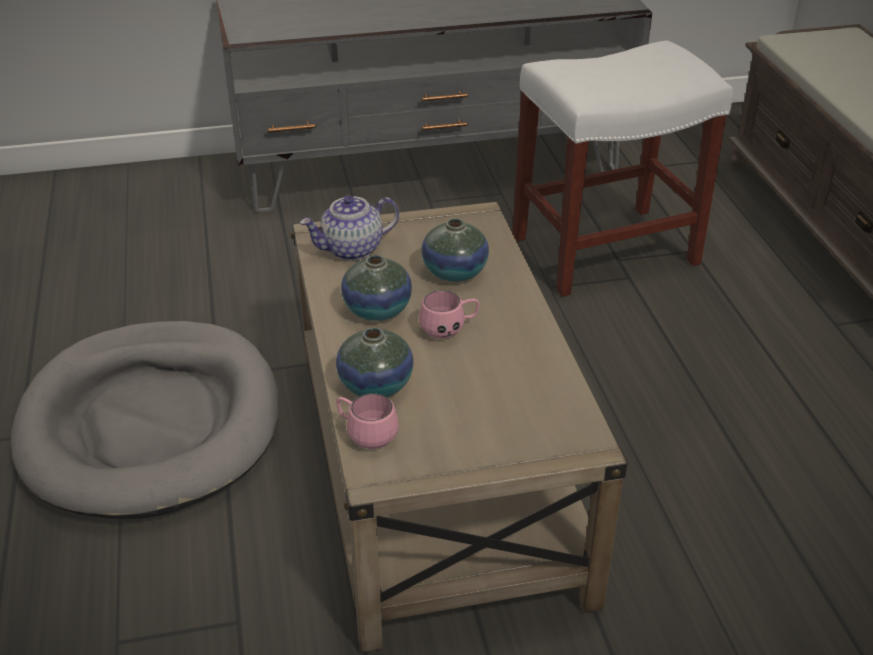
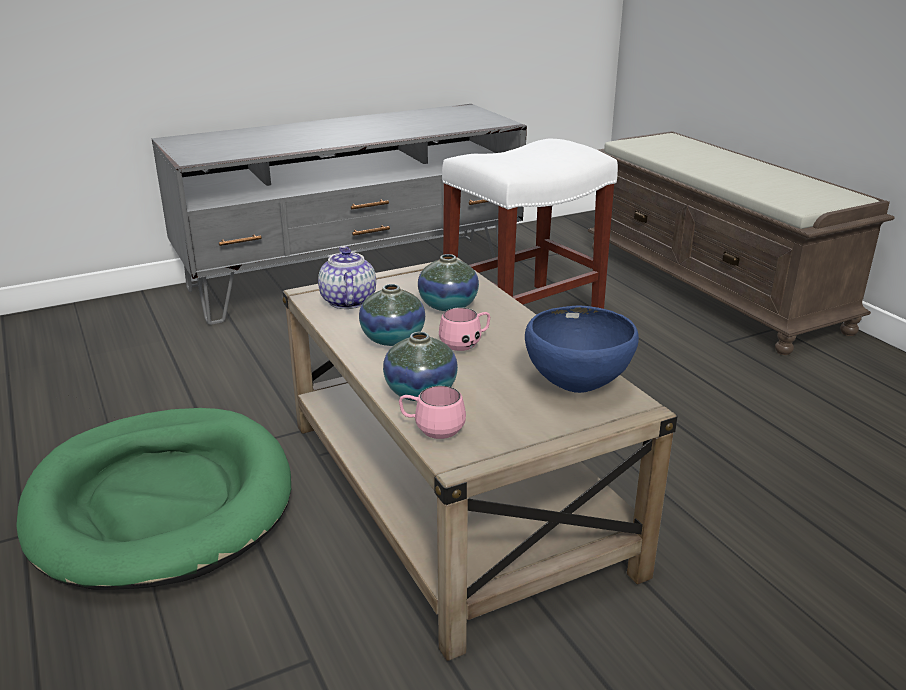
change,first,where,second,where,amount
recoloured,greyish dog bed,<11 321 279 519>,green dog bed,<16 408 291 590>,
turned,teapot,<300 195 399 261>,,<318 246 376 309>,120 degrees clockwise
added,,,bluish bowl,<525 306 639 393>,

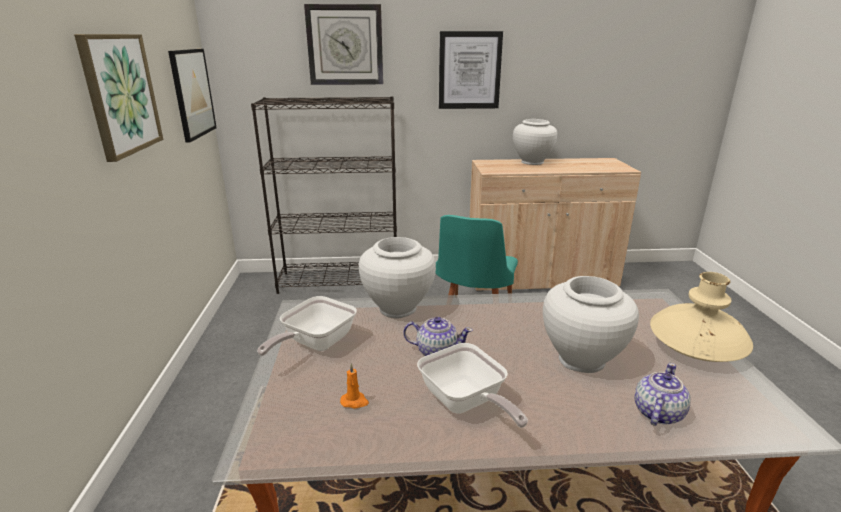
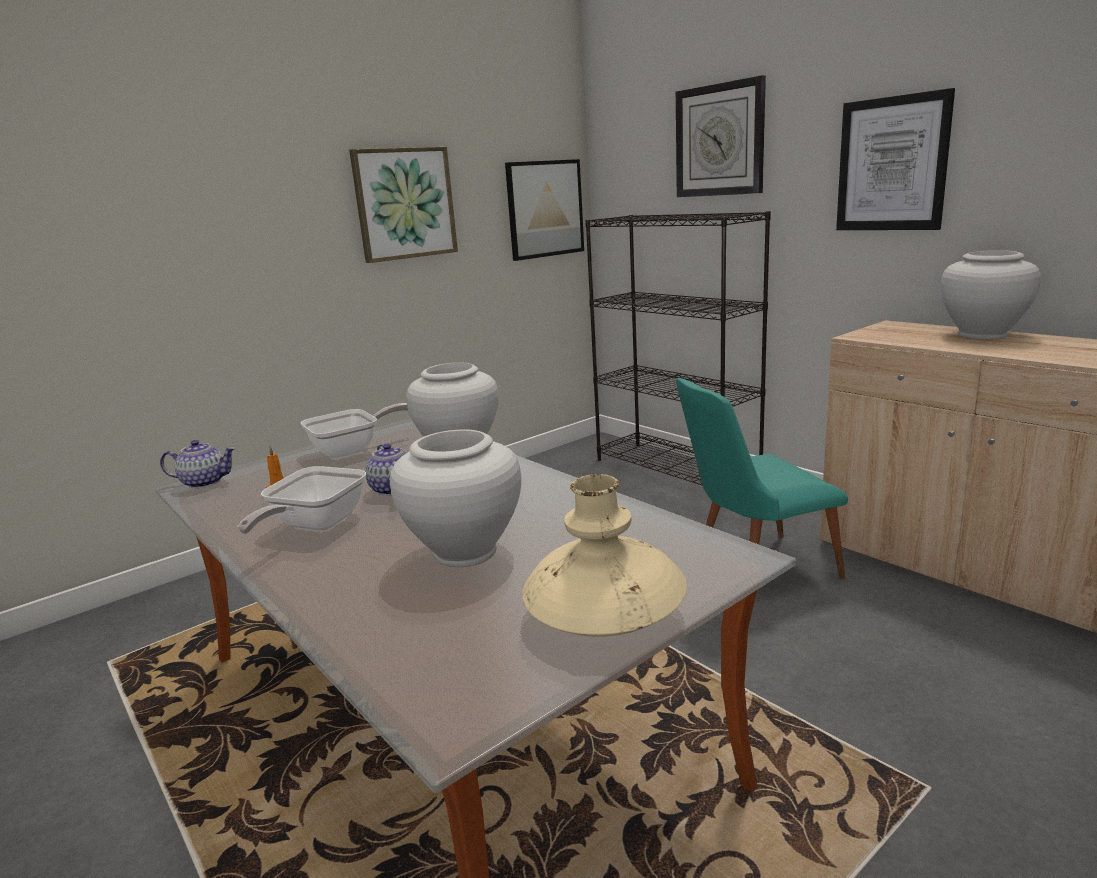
change,first,where,second,where,amount
turned,skillet,<257 296 357 356>,,<301 403 408 458>,150 degrees clockwise
moved,teapot,<634 363 690 426>,,<160 440 236 488>,

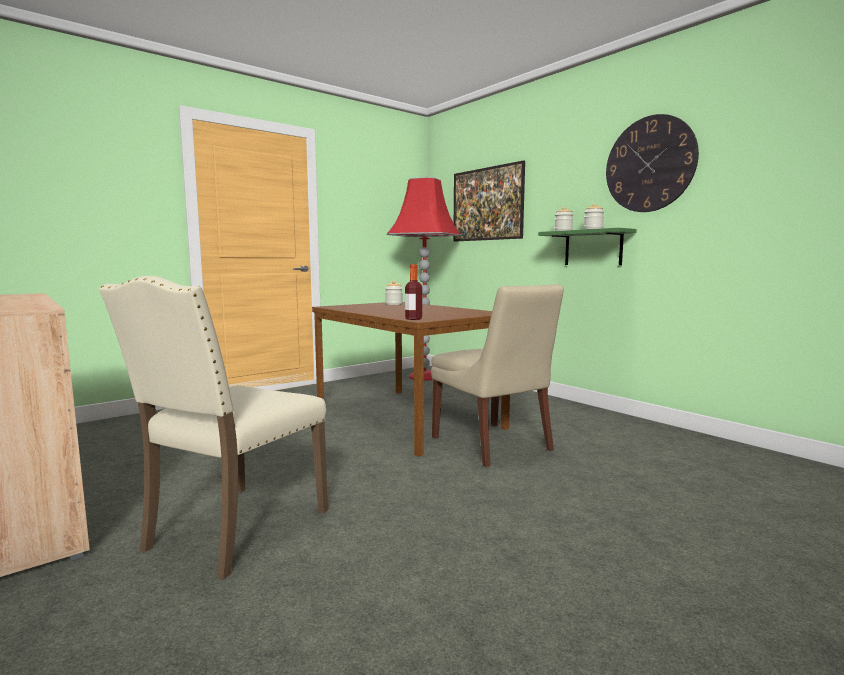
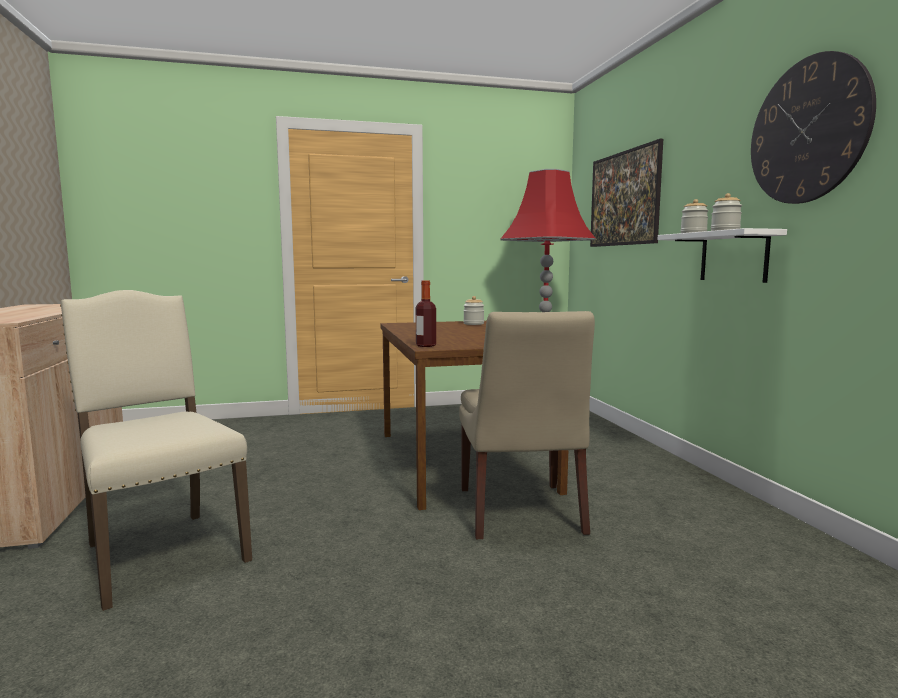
change,first,where,second,where,amount
turned,beige-coloured plain chair,<99 276 328 580>,,<60 290 252 611>,90 degrees clockwise
recoloured,green wall shelf,<538 228 637 265>,whitish wall shelf,<658 228 787 283>,

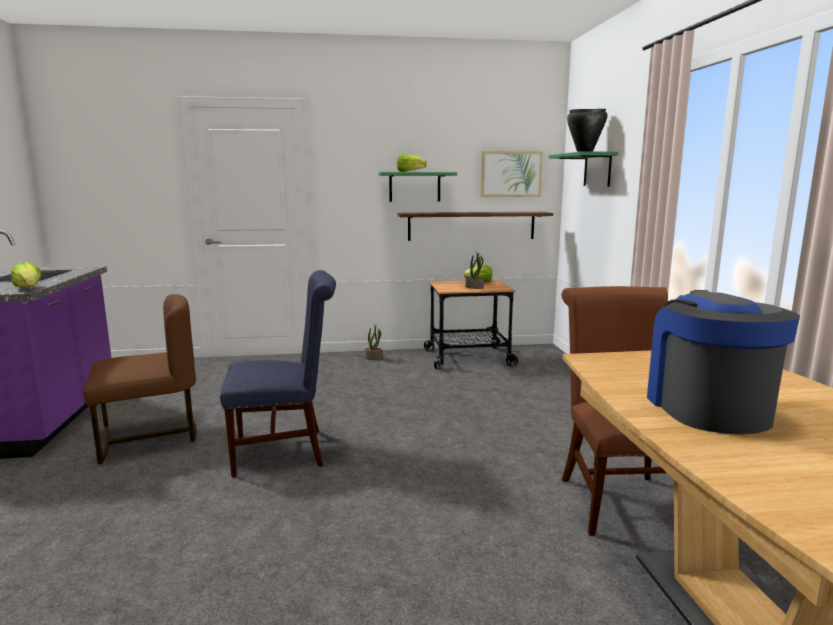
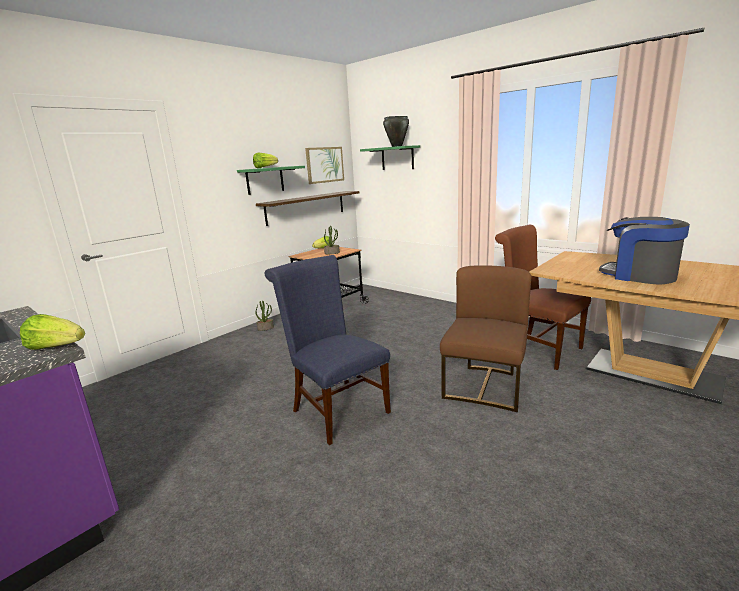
change,first,where,second,where,amount
moved,brown-coloured plain chair,<84 294 197 464>,,<440 265 532 412>,
turned,bluish plain chair,<220 270 336 477>,,<265 255 391 445>,75 degrees counterclockwise

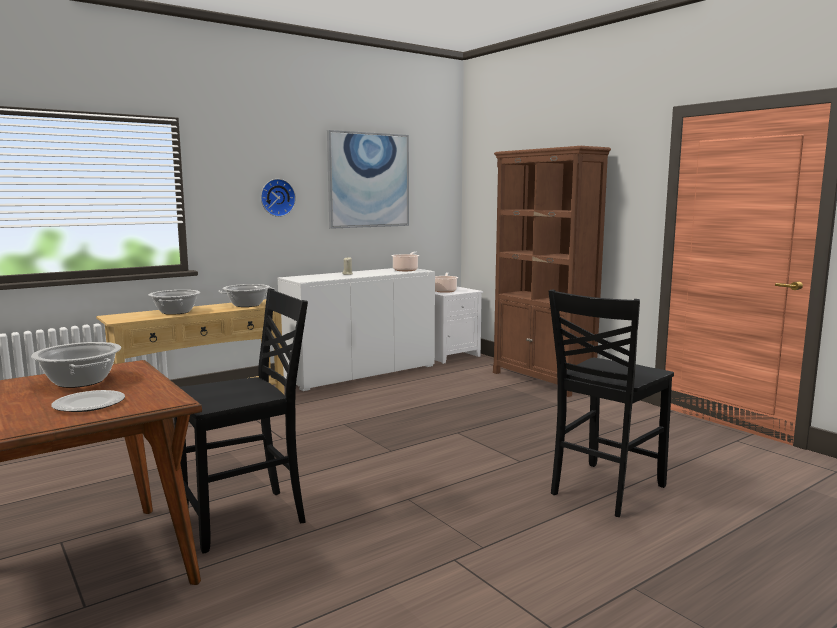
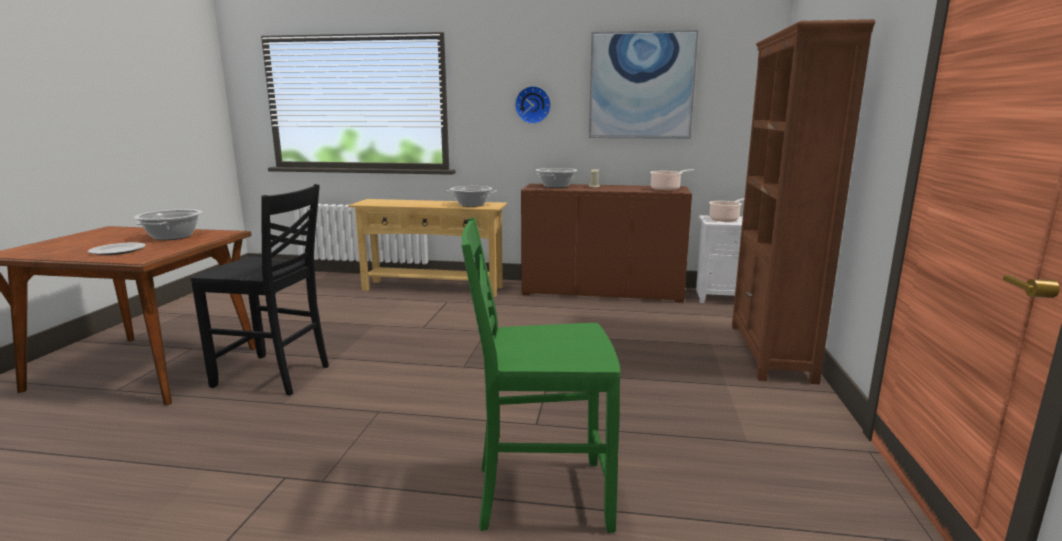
change,first,where,second,where,amount
moved,saucepot,<149 290 200 315>,,<536 168 577 188>,
recoloured,whitish cupboard,<278 268 435 391>,brown-coloured cupboard,<521 184 692 303>,
recoloured,black-coloured plain chair,<549 290 674 517>,green plain chair,<461 218 621 533>,

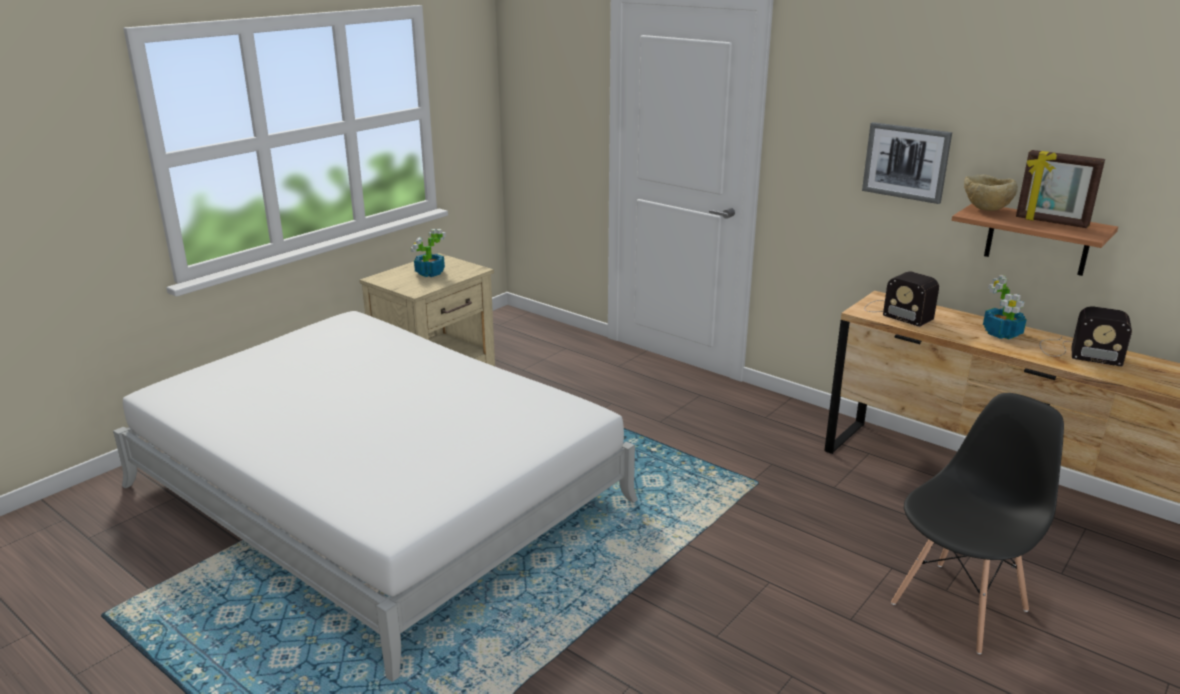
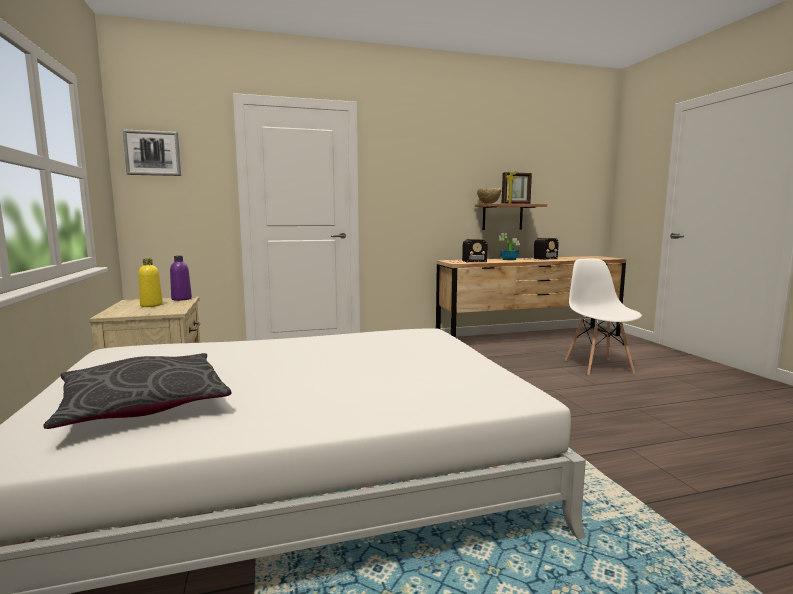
change,first,where,second,where,amount
replaced,potted plant,<411 229 446 277>,yellow bottle,<138 259 163 307>,
moved,wall art,<862 122 952 204>,,<122 129 181 176>,
recoloured,black-coloured plain chair,<891 393 1064 654>,whitish plain chair,<565 259 642 375>,
added,,,greyish pillow,<43 353 231 429>,
added,,,purplish bottle,<170 256 192 301>,

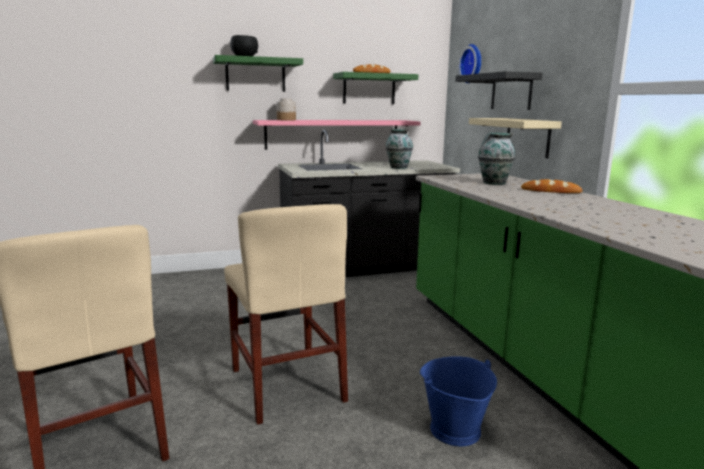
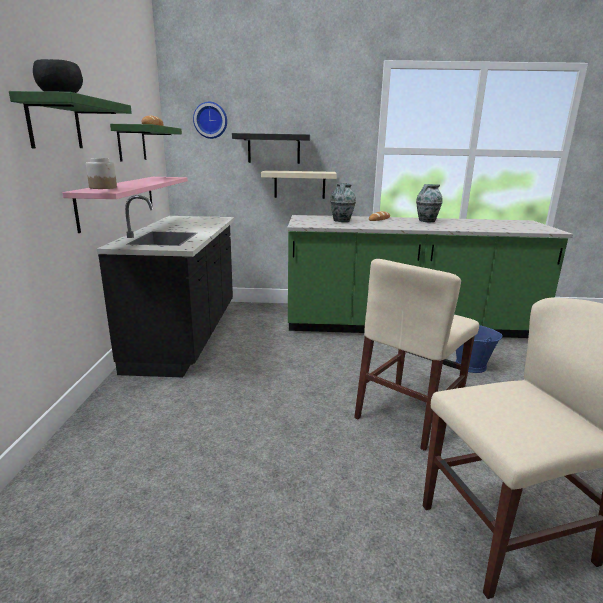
change,first,where,second,where,amount
turned,beige-coloured plain chair,<224 204 348 425>,,<354 259 479 451>,135 degrees clockwise
moved,flower vase,<386 129 413 169>,,<416 184 443 222>,

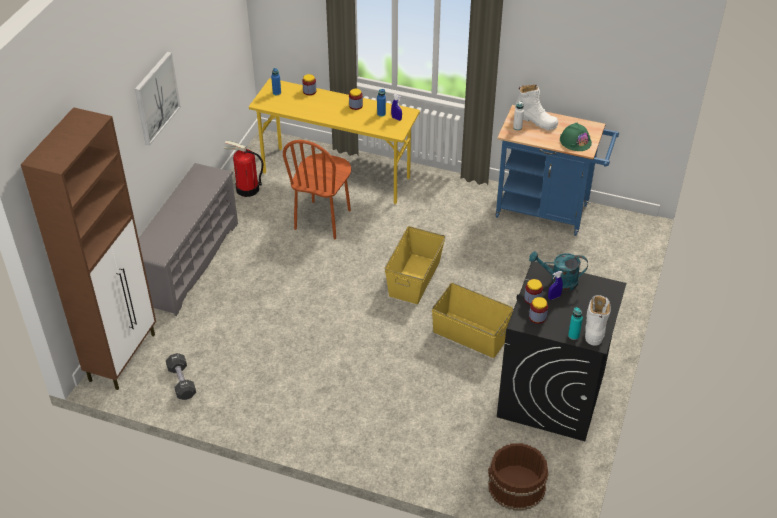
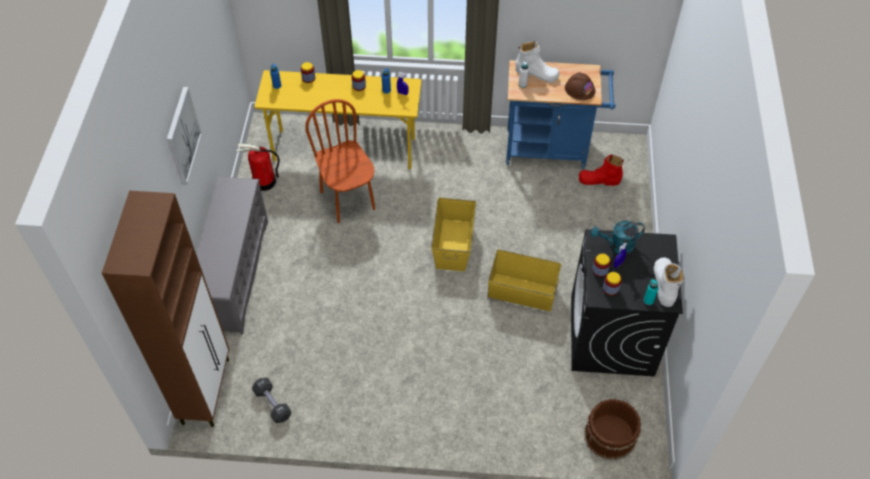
change,first,where,second,where,amount
turned,brown-coloured plain chair,<283 140 351 239>,,<305 99 375 223>,150 degrees clockwise
recoloured,green work helmet,<560 123 592 151>,brown-coloured work helmet,<565 72 595 100>,
added,,,red-coloured boot,<579 154 624 186>,

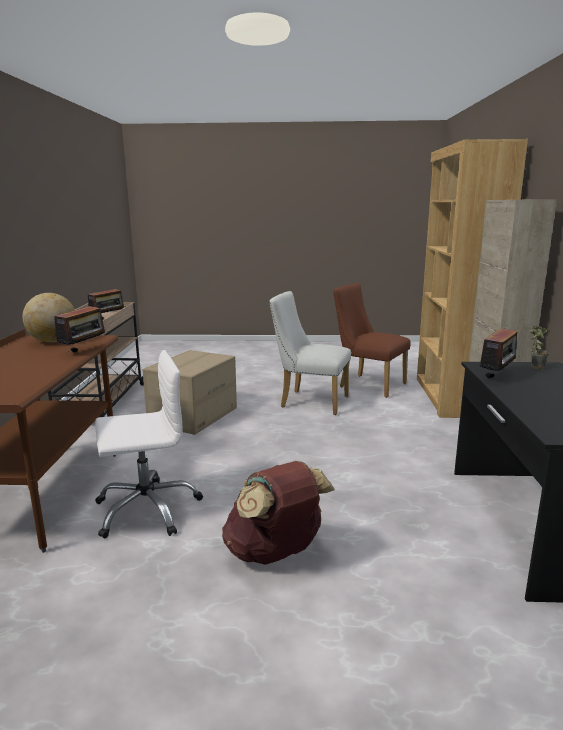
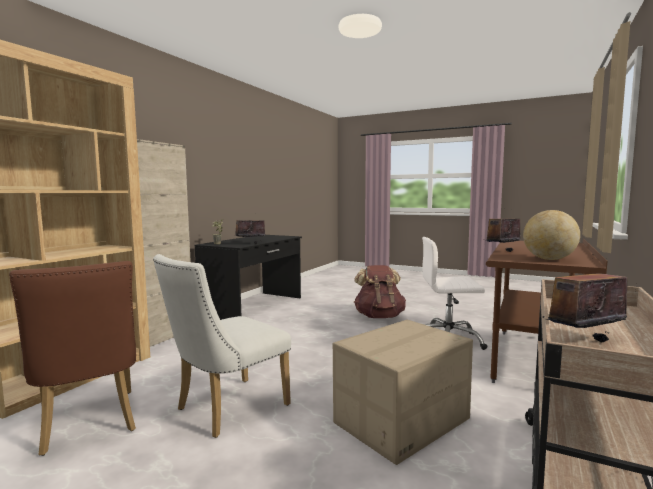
change,first,where,second,where,amount
turned,whitish plain chair,<269 291 351 415>,,<153 254 291 438>,90 degrees clockwise

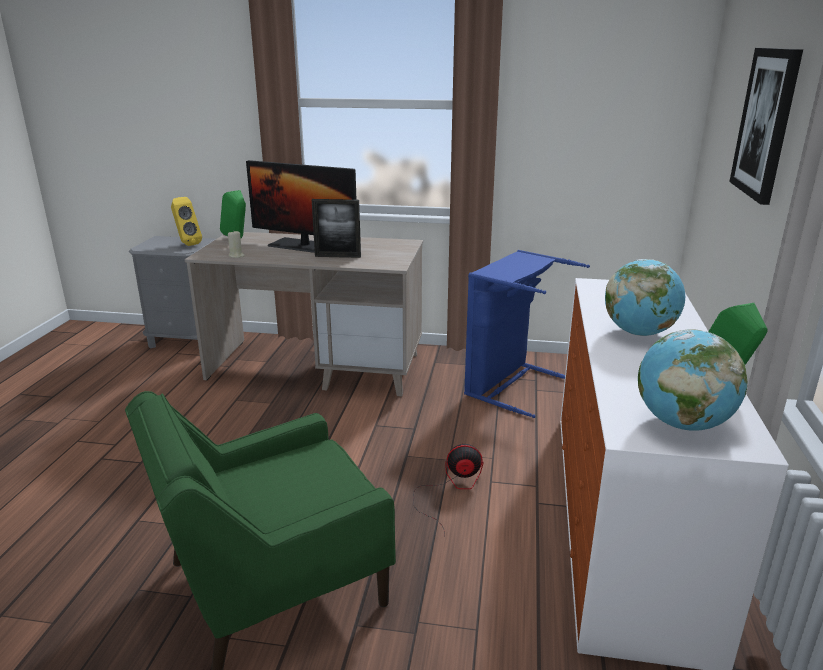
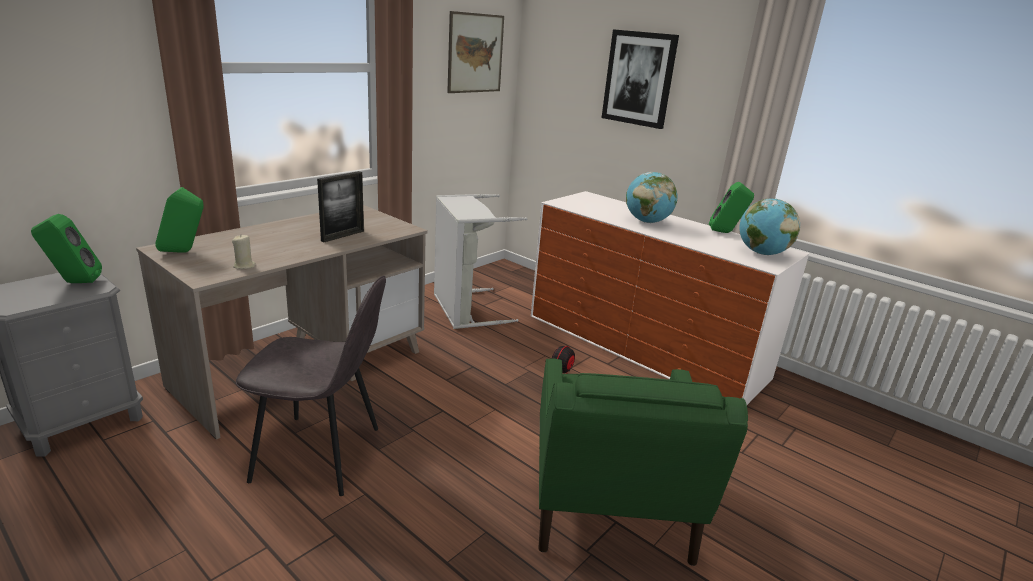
change,first,where,second,where,amount
recoloured,yellow audio speaker,<171 197 202 246>,green audio speaker,<31 214 102 283>,
removed,monitor,<246 160 357 253>,,,
recoloured,bluish washing basket,<464 250 590 418>,greyish washing basket,<434 194 527 329>,
added,,,greyish plain chair,<236 276 386 496>,
added,,,wall art,<447 11 504 93>,

